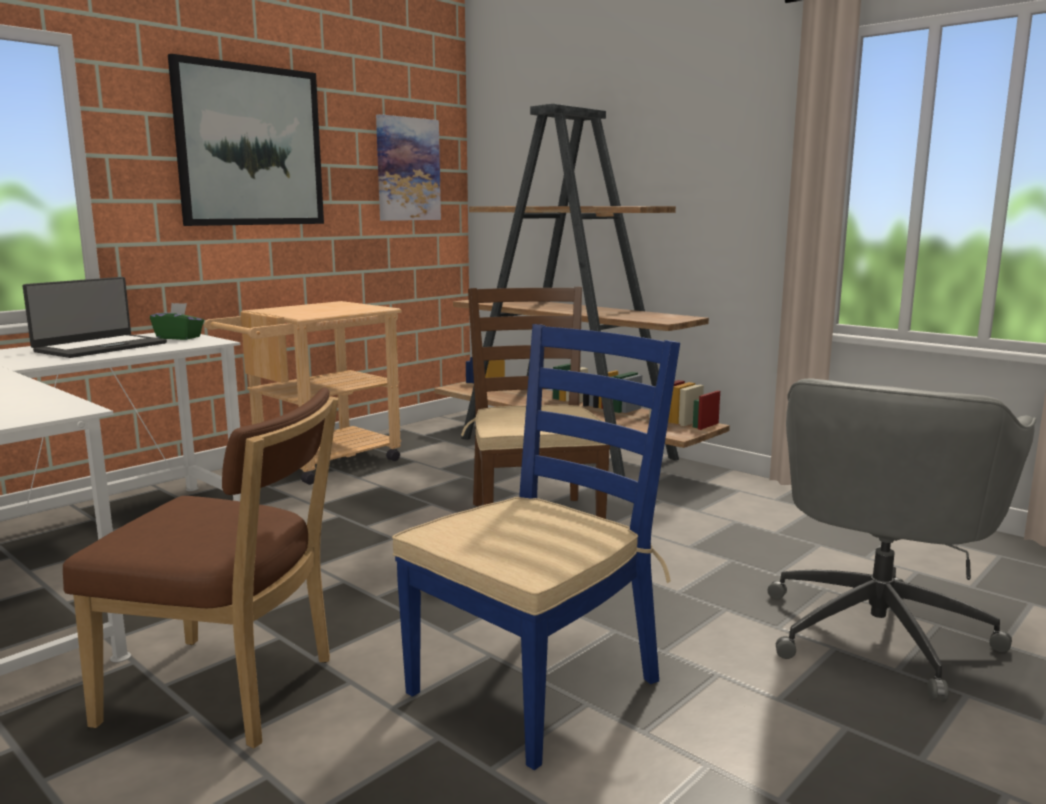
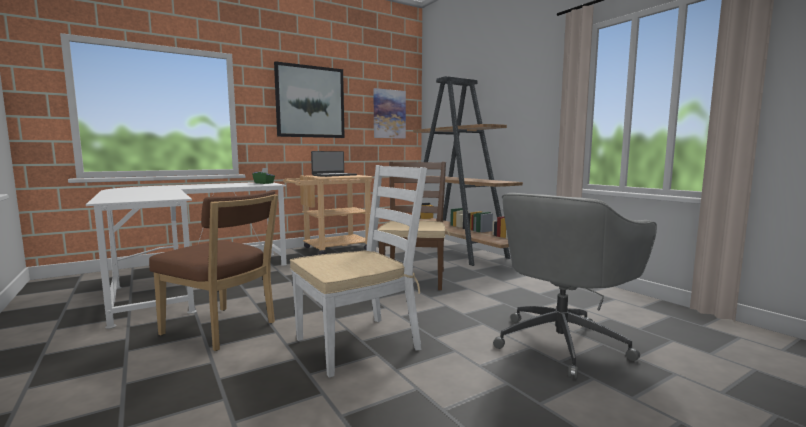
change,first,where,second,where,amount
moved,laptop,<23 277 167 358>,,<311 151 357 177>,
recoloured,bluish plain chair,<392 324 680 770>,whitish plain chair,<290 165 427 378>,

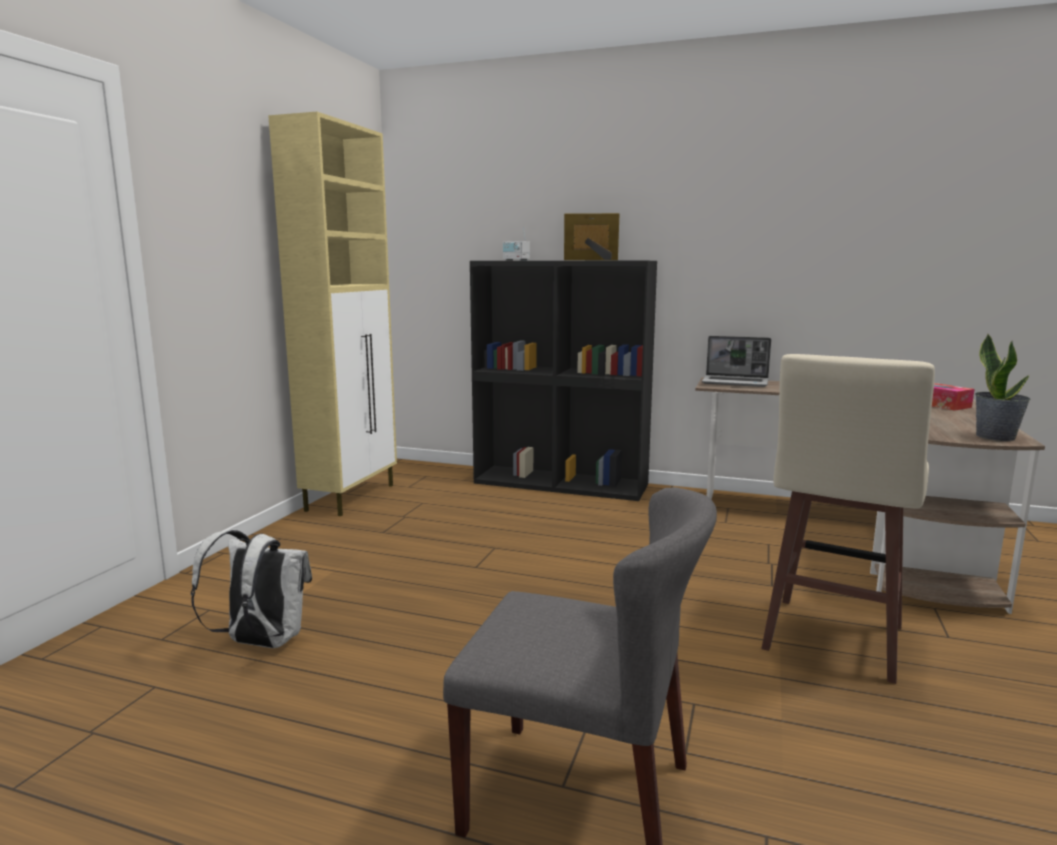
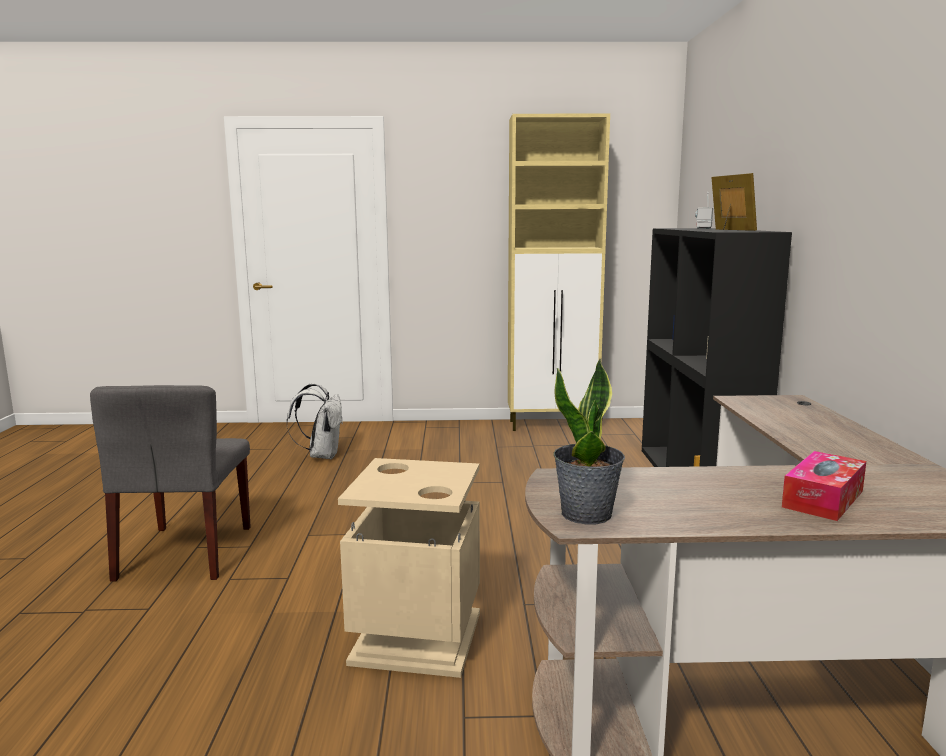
change,first,where,second,where,amount
removed,laptop,<702 336 771 387>,,,
replaced,beige-coloured sitting stool,<761 354 935 684>,beige-coloured rubbish bin,<338 458 480 678>,

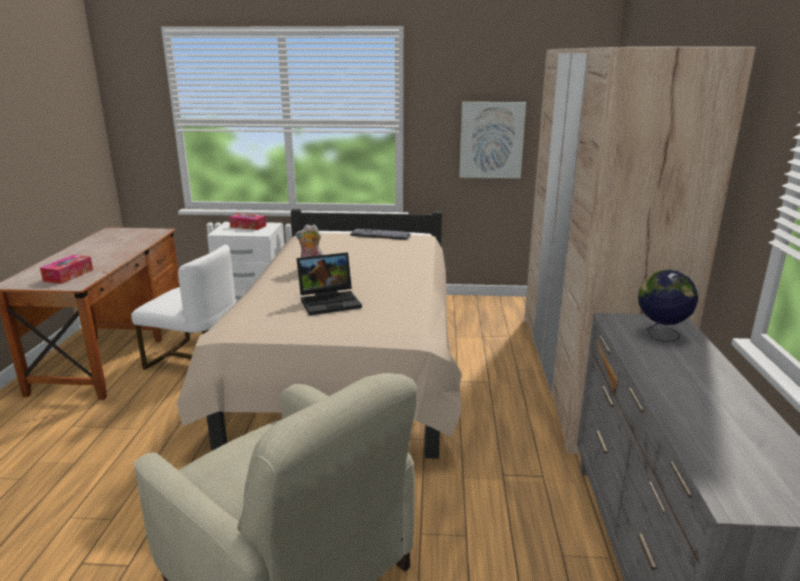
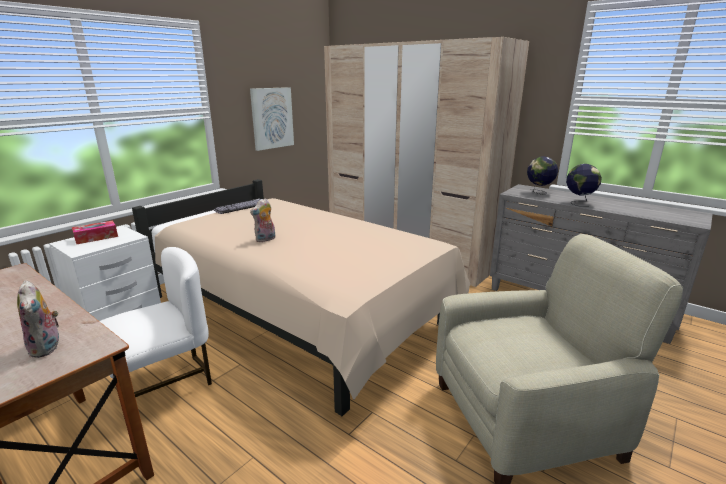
change,first,where,second,where,amount
replaced,box of tissues,<40 255 93 284>,soft toy,<17 280 59 358>,
removed,laptop,<296 252 362 316>,,,
added,,,globe,<566 164 602 207>,

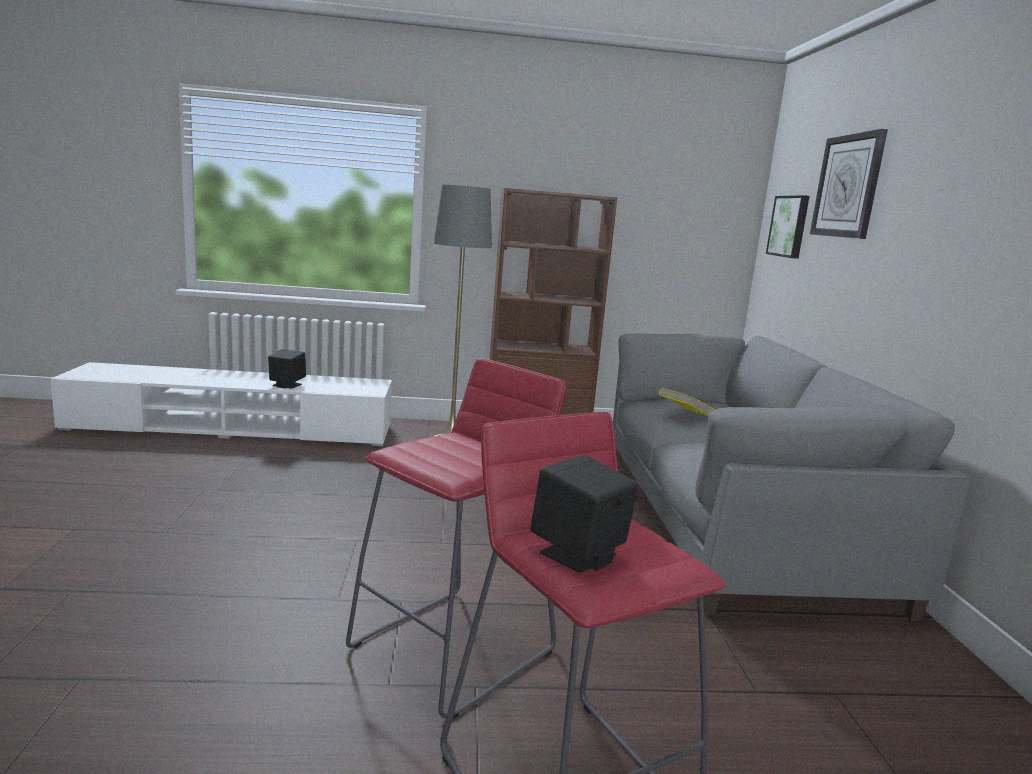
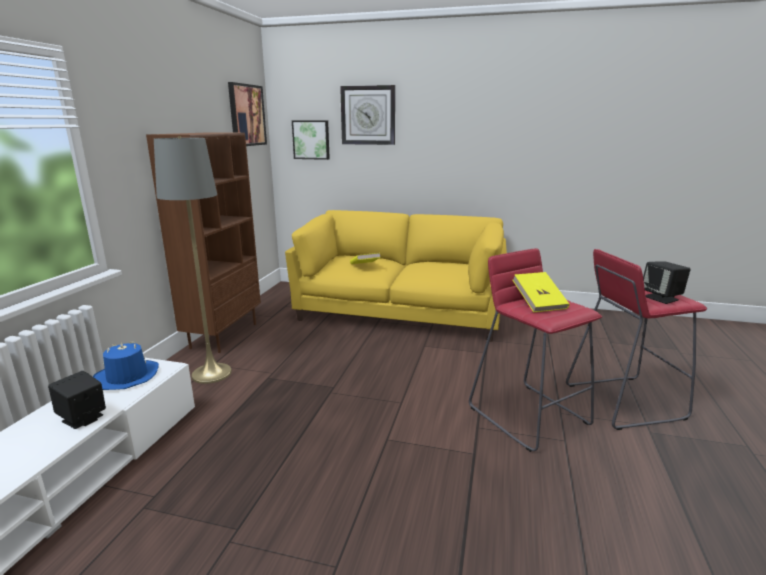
change,first,where,second,where,amount
recoloured,greyish couch,<613 333 971 621>,yellow couch,<285 210 507 342>,
added,,,bluish clothing hat,<93 342 159 390>,
added,,,wall art,<228 82 267 146>,
added,,,yellow volume,<513 272 569 312>,

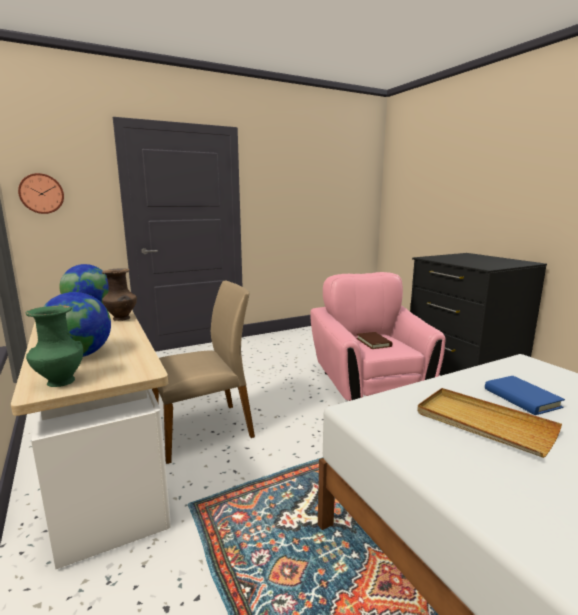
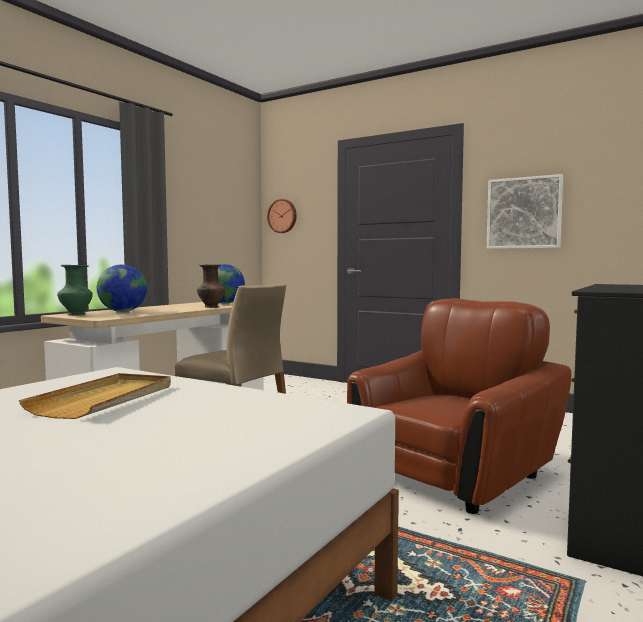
change,first,where,second,where,amount
recoloured,pinkish lounge chair,<310 272 446 401>,brown-coloured lounge chair,<347 298 571 514>,
removed,brown-coloured volume,<356 332 392 349>,,,
removed,bluish volume,<485 376 565 415>,,,
added,,,wall art,<487 174 563 249>,

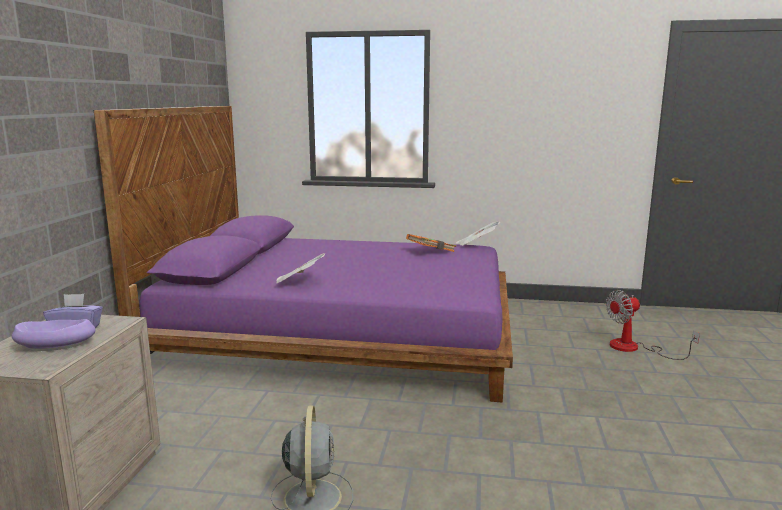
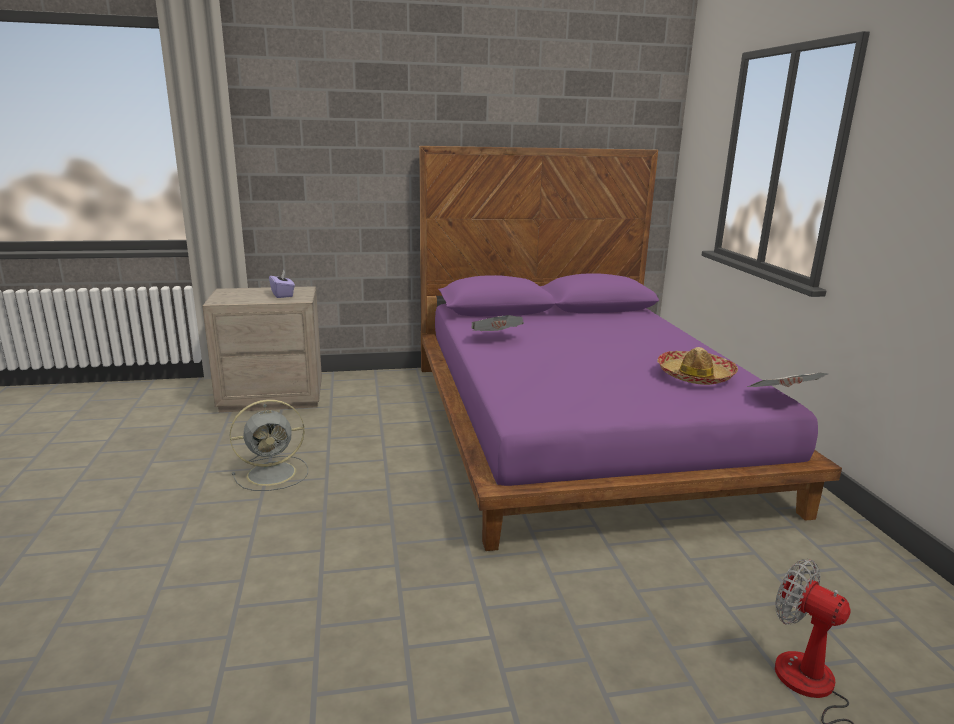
change,first,where,second,where,amount
removed,purplish bowl,<12 319 96 351>,,,
replaced,orangey volume,<406 234 456 252>,clothing hat,<657 347 738 385>,

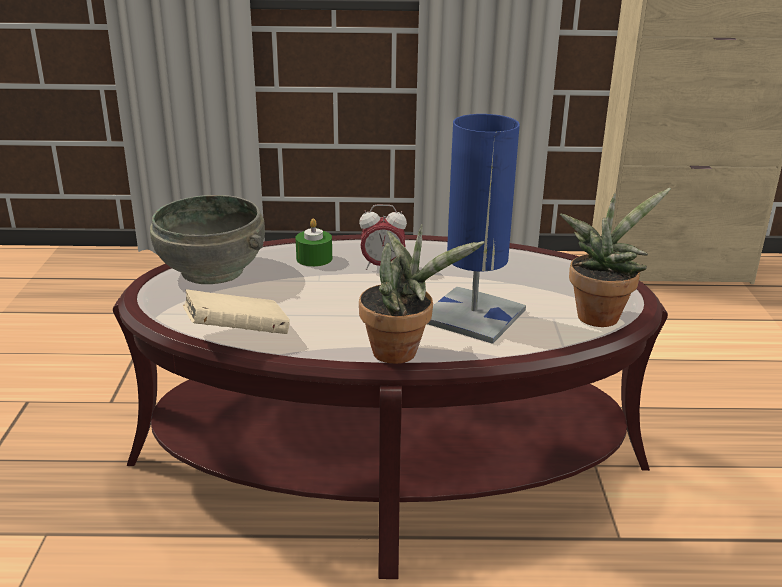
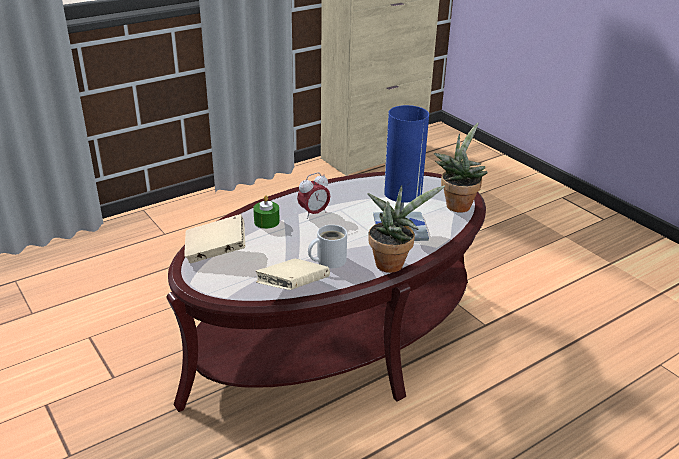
change,first,where,second,where,amount
replaced,greyish bowl,<150 195 265 284>,beige-coloured volume,<185 214 245 263>,
added,,,whitish coffee mug,<308 225 347 268>,

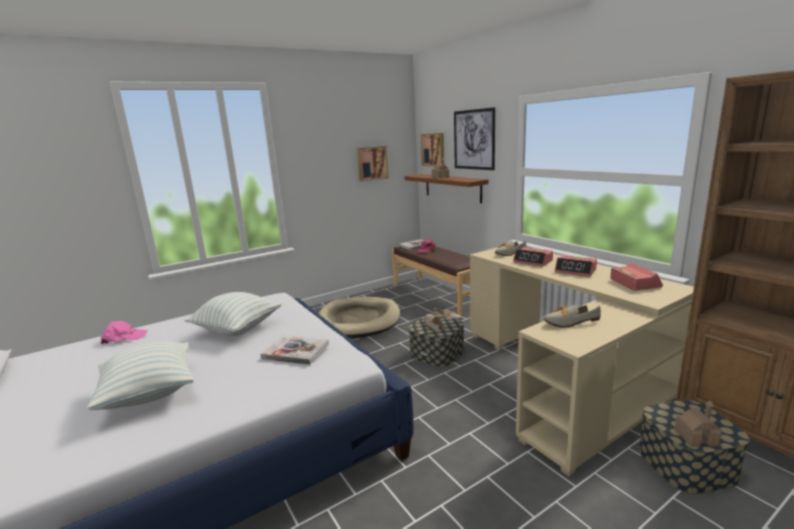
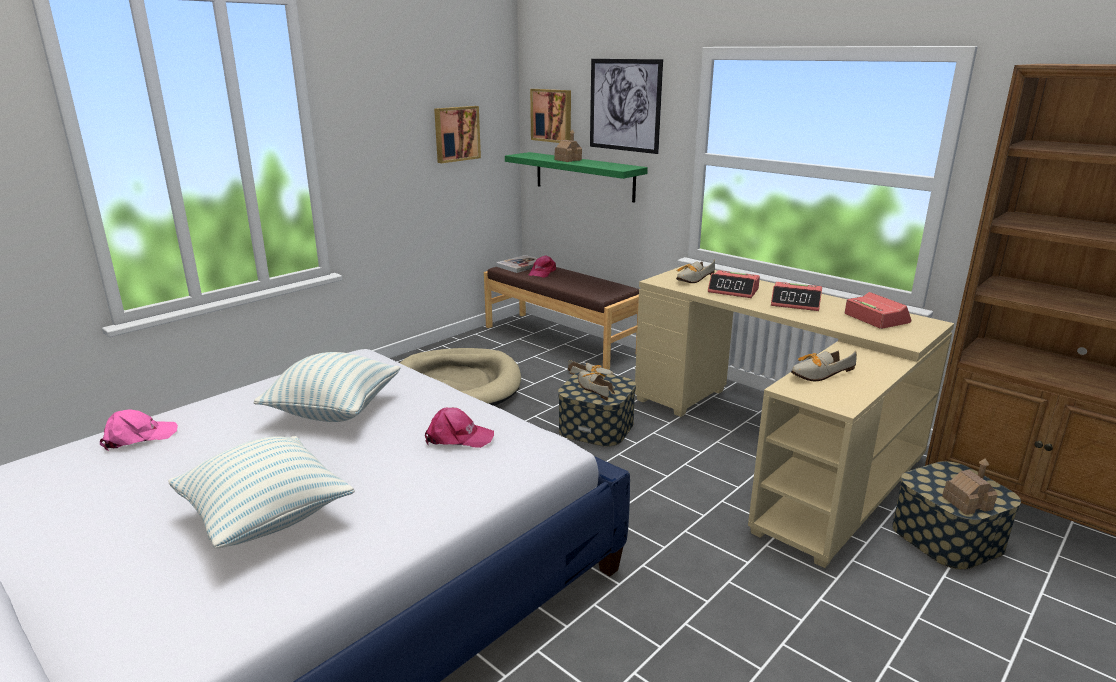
change,first,where,second,where,amount
replaced,volume,<260 335 329 365>,pinkish cap,<425 408 494 448>,
recoloured,brown-coloured wall shelf,<404 174 489 203>,green wall shelf,<505 152 648 203>,

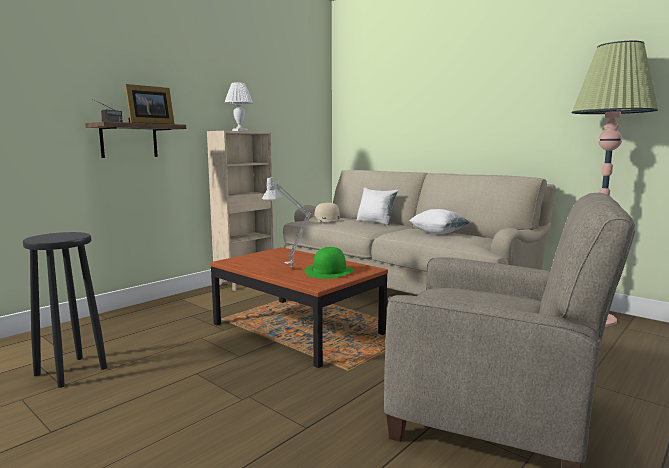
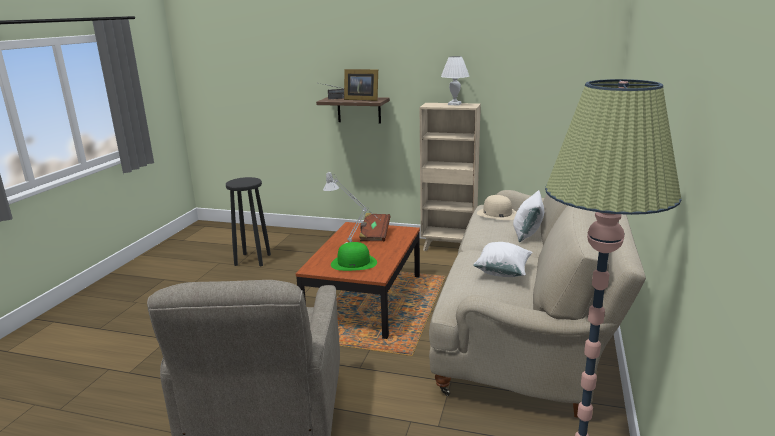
change,first,where,second,where,amount
added,,,brown-coloured volume,<359 213 390 241>,

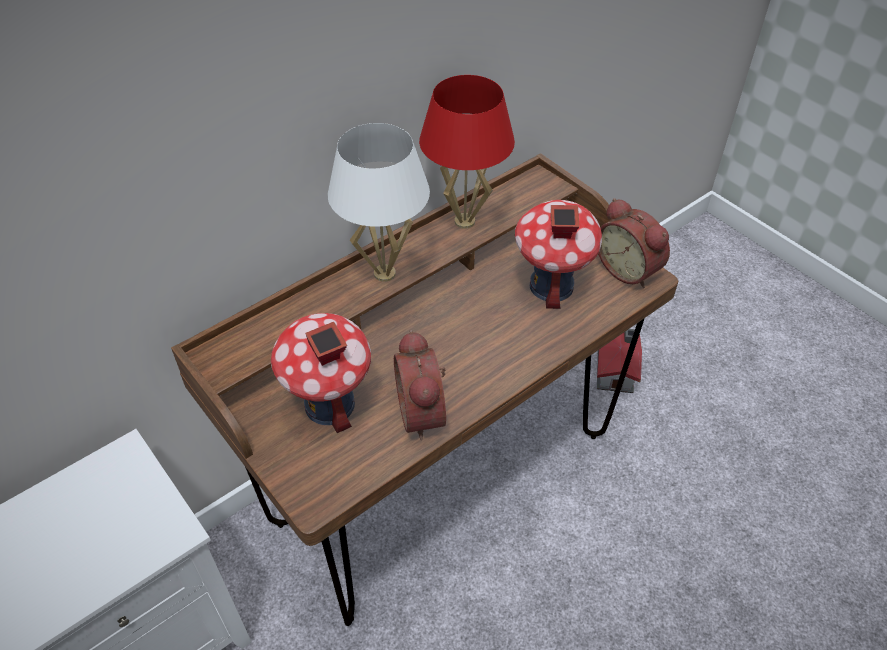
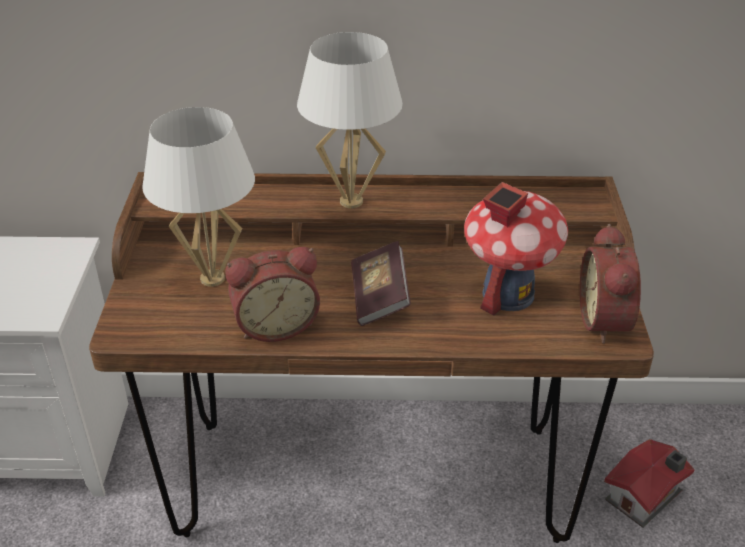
change,first,where,second,where,amount
replaced,miniature house,<271 313 371 433>,whitish table lamp,<142 107 255 287>,
turned,bedside clock,<394 330 446 440>,,<225 247 320 342>,135 degrees counterclockwise
removed,red-coloured table lamp,<419 75 515 229>,,,
added,,,volume,<351 241 411 326>,

